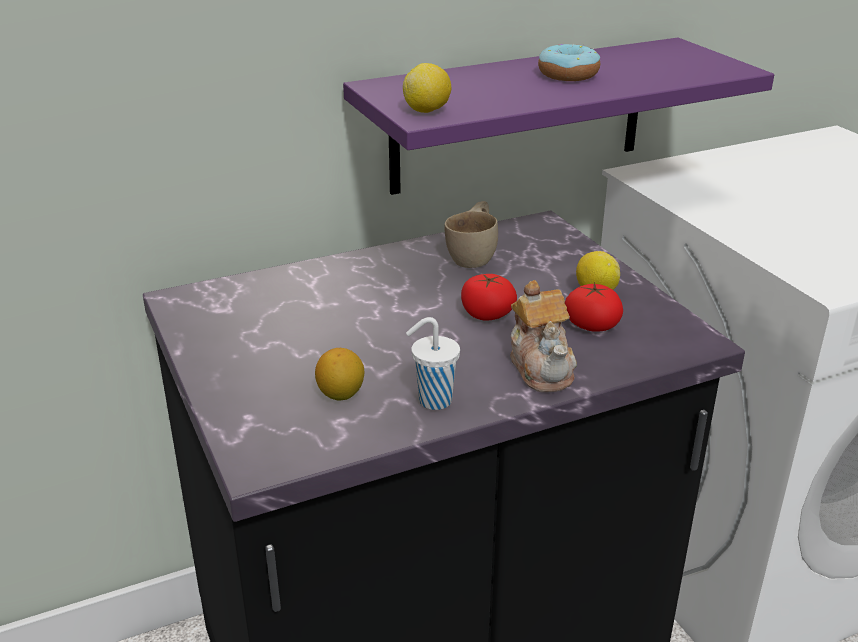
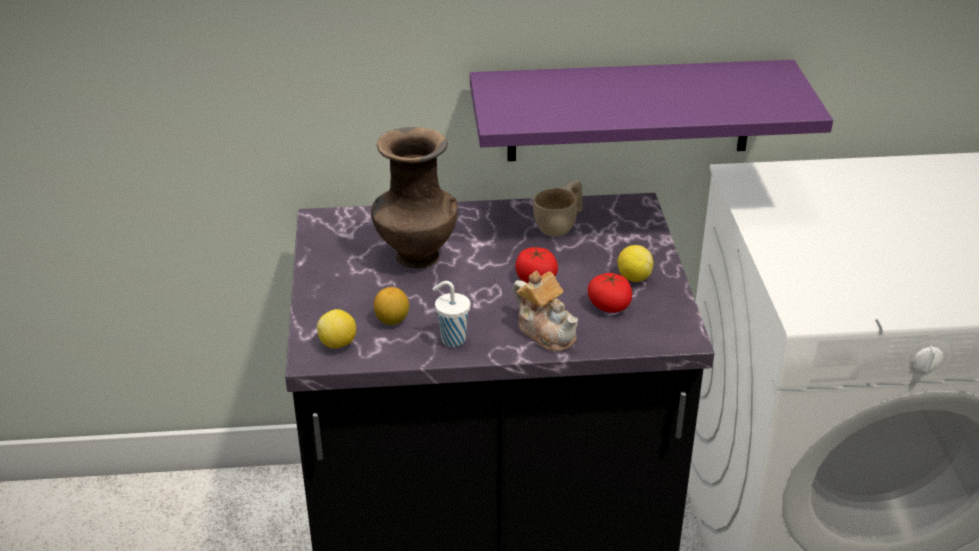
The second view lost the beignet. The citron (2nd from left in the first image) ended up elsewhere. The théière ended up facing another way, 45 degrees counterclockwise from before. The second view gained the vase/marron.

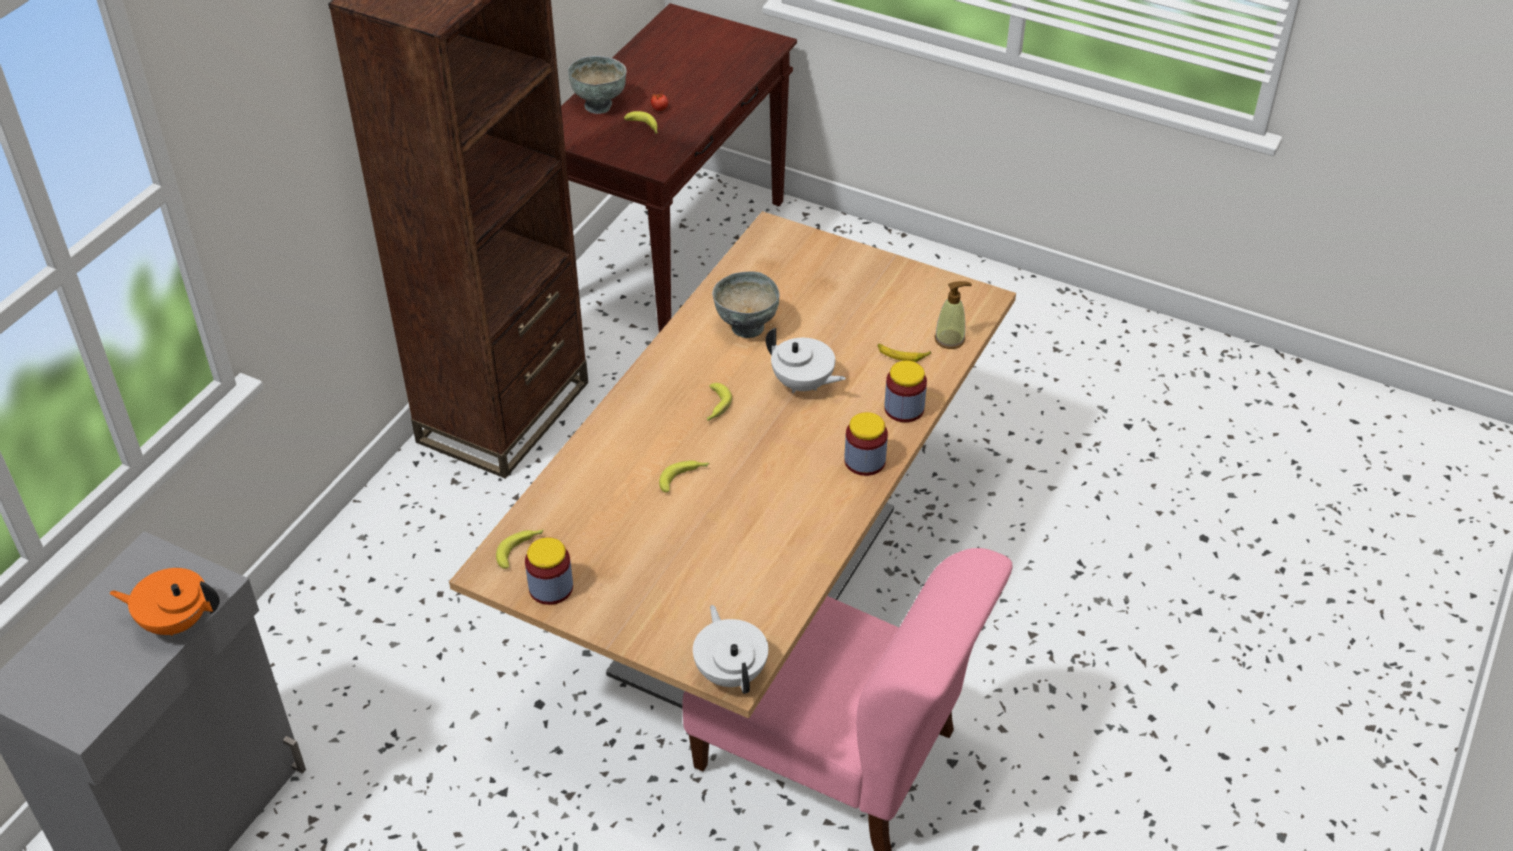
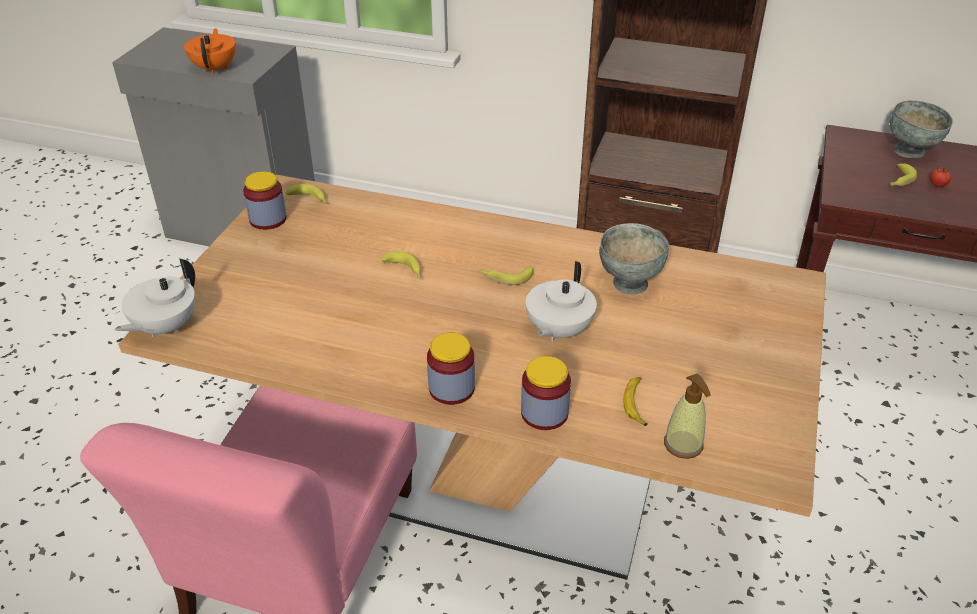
The théière/blanc (1st from left) ended up facing another way, 150 degrees clockwise from before.

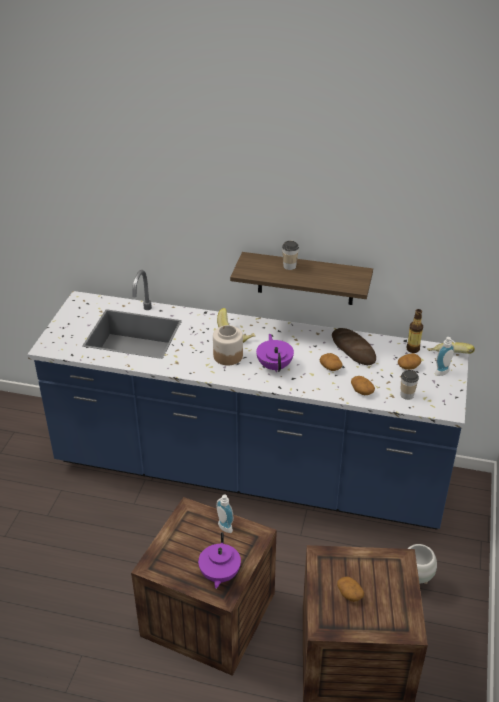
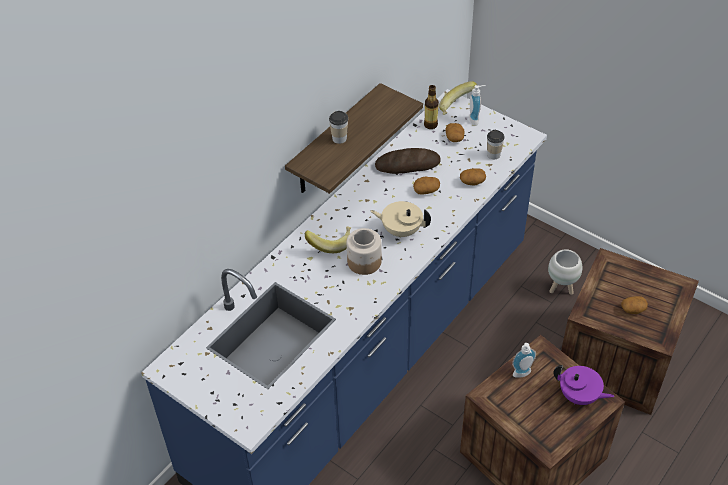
What was the théière/violet (2nd from left) turned into the théière/beige.

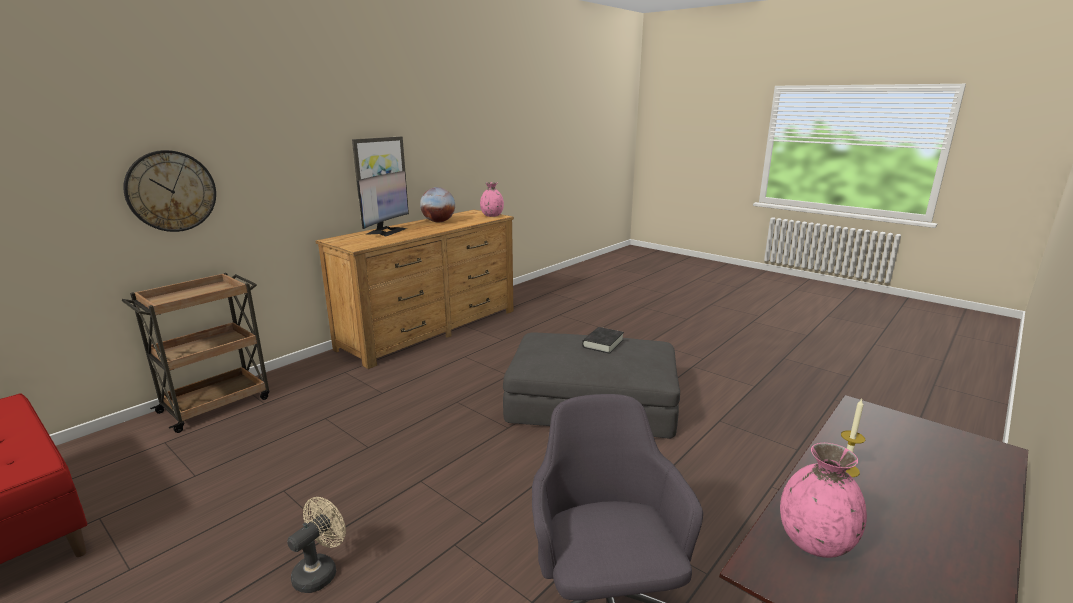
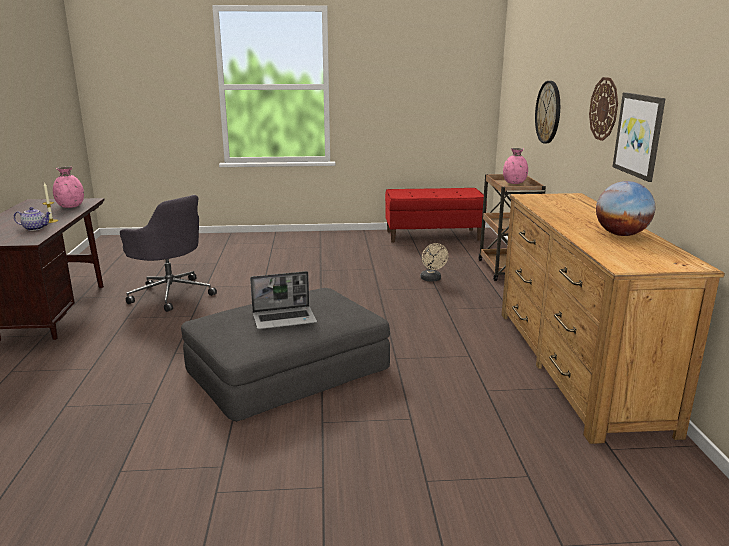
The second view lost the écran d'ordinateur. The vase/rose (1st from left in the first image) ended up elsewhere. Where the livre/noir stood, the ordinateur portable came to stand. The ventilateur/beige ended up elsewhere. The second view gained the horloge murale (2nd from left). The second view gained the théière.

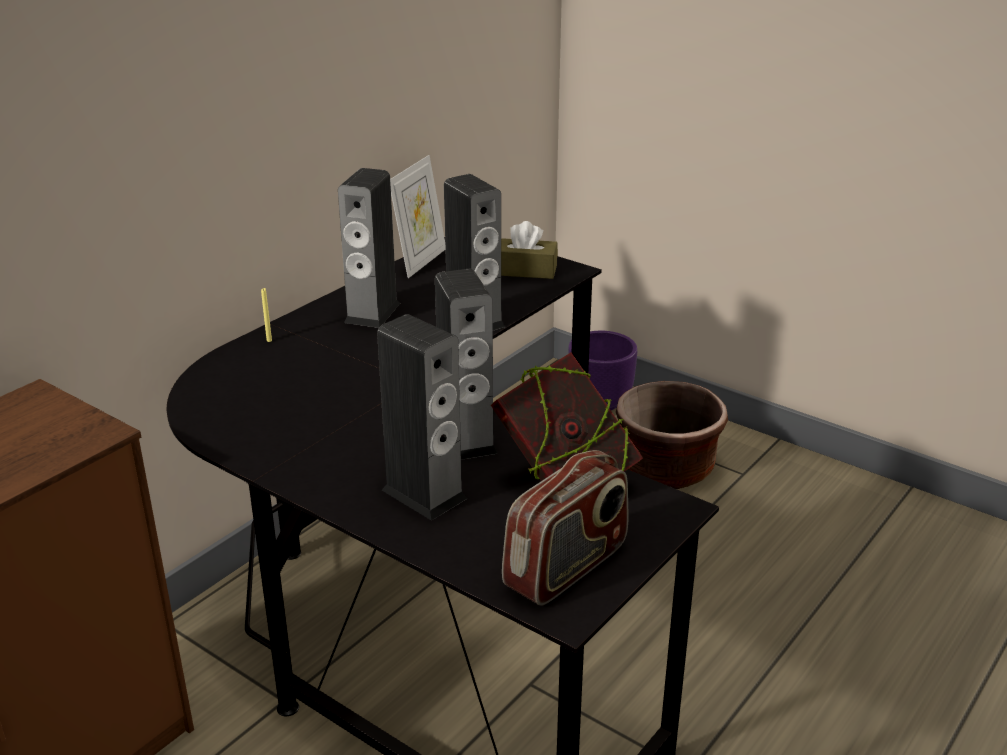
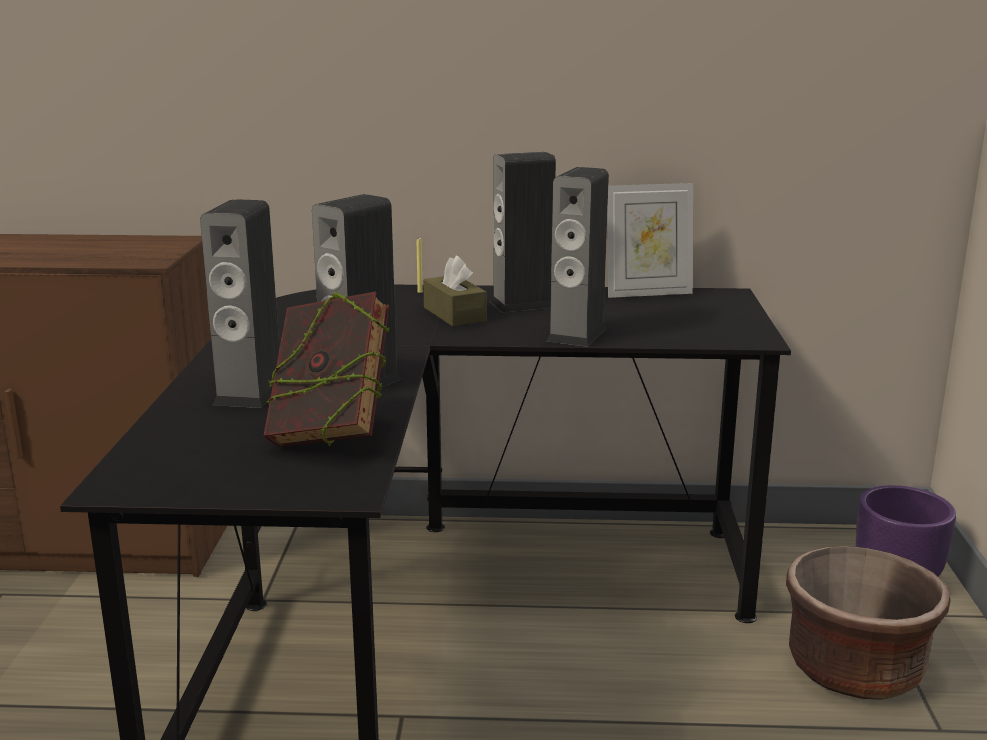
The boîte à mouchoirs/marron ended up elsewhere. The second view lost the radio.

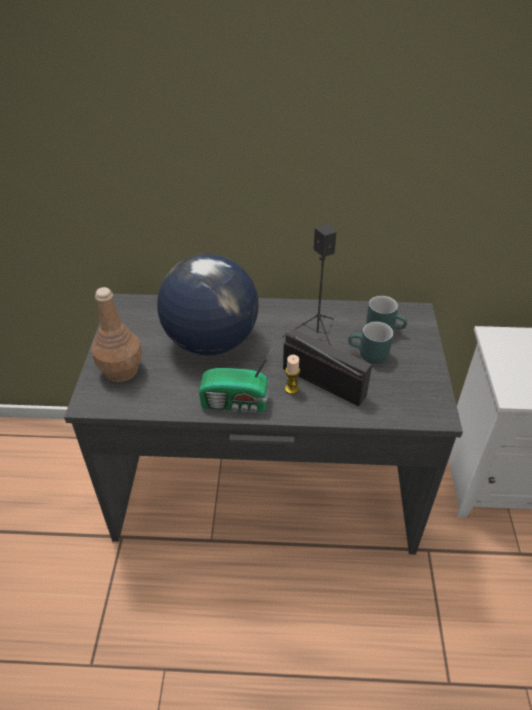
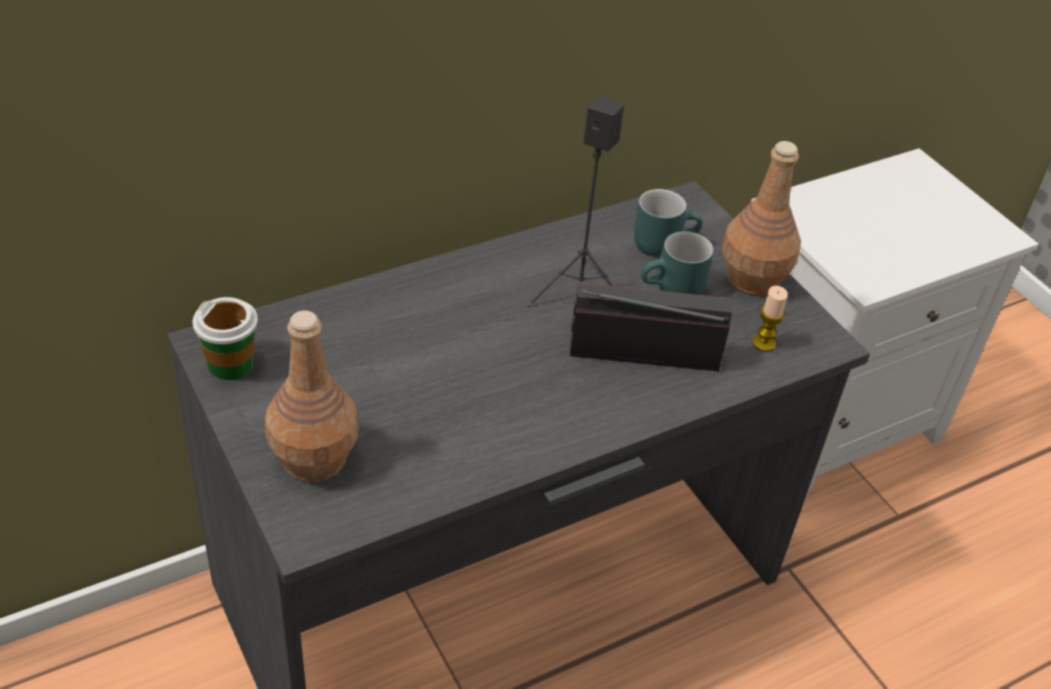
The second view lost the globe. The second view lost the radio (1st from left). The bougie ended up elsewhere. The second view gained the bouteille/marron (2nd from left). The second view gained the tasse.

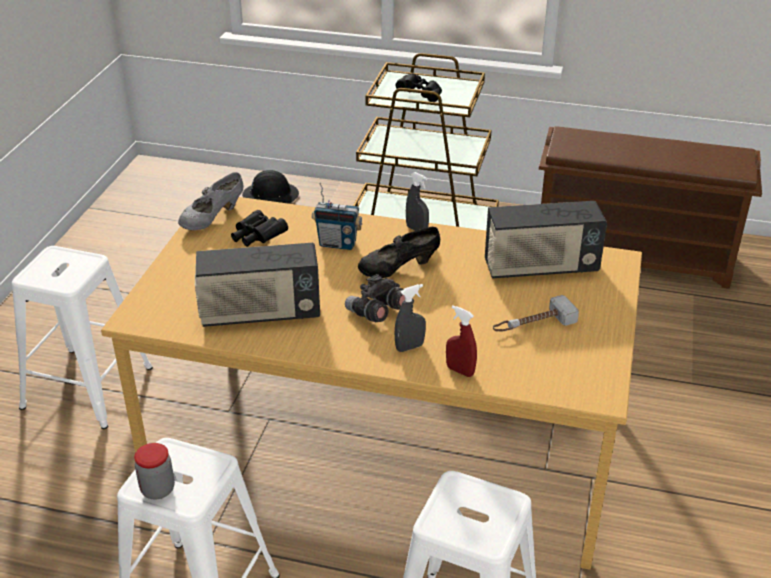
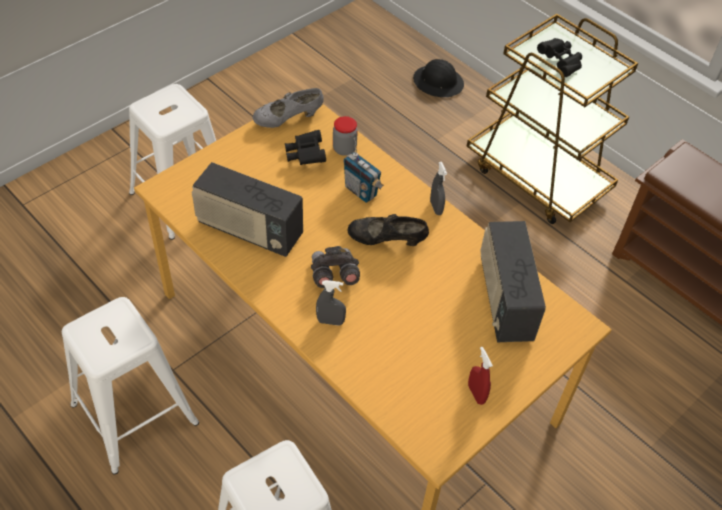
The radio (3rd from left) ended up facing another way, 60 degrees clockwise from before. The second view lost the marteau. The vaporisateur/rouge ended up elsewhere. The bocal ended up elsewhere.

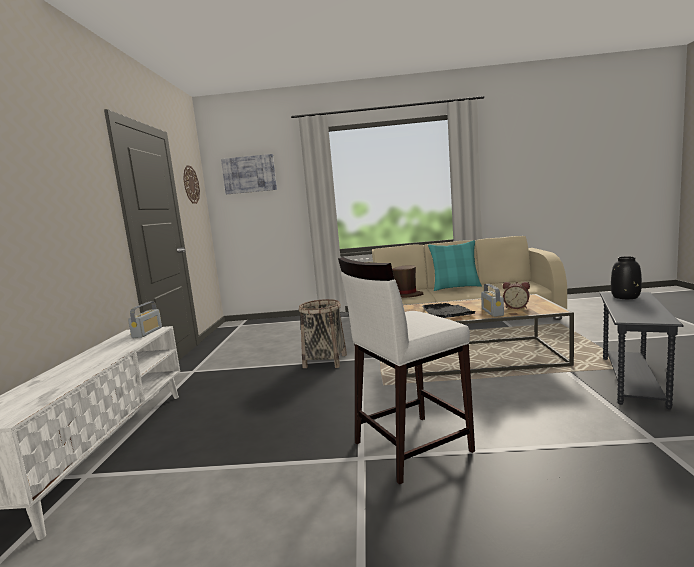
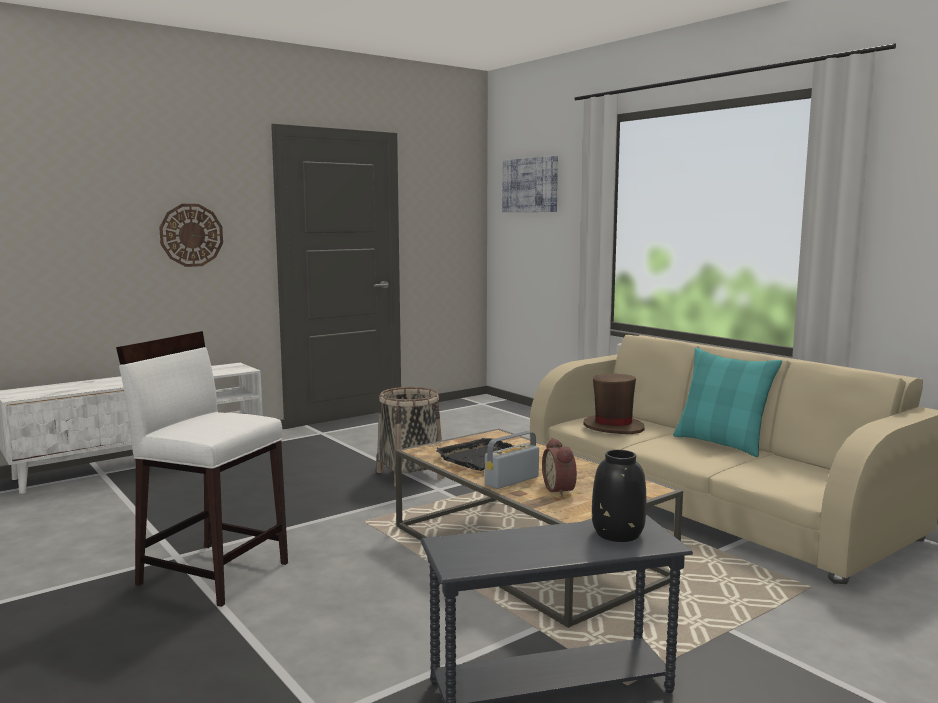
The horloge murale ended up elsewhere. The second view lost the radio (1st from left).

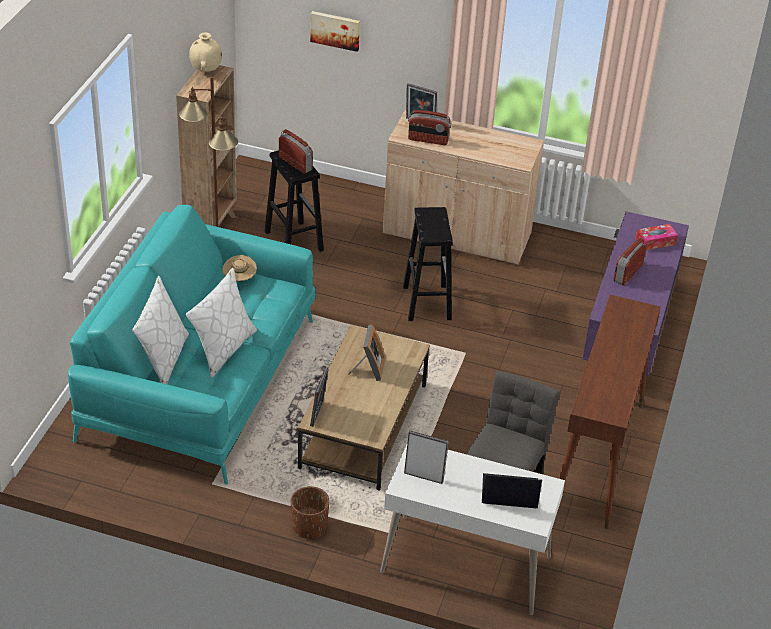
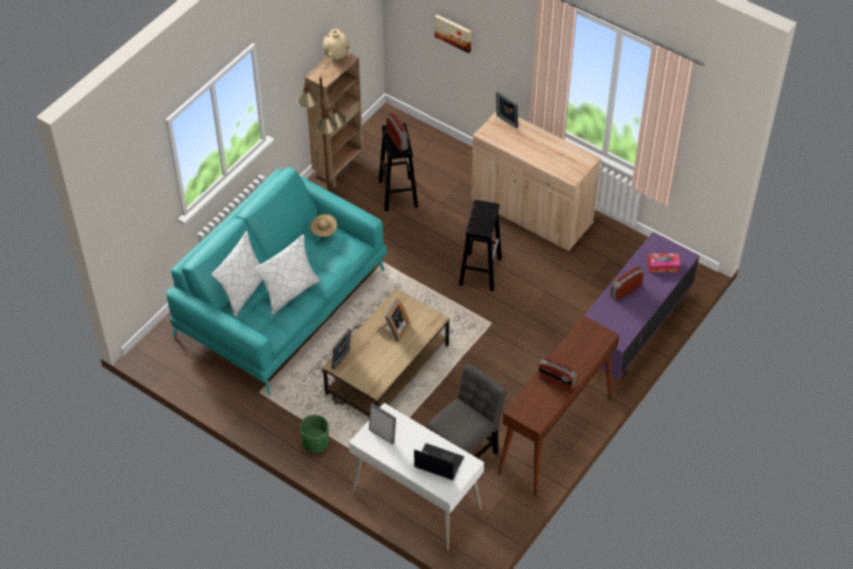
The radio (2nd from left) ended up elsewhere. What was the cache-pot/marron turned into the cache-pot/vert.

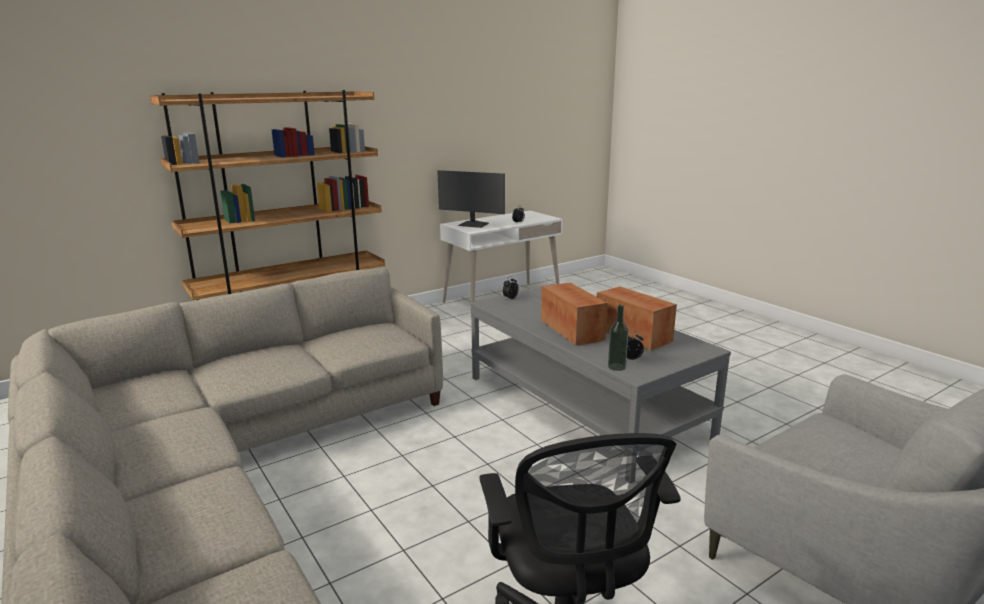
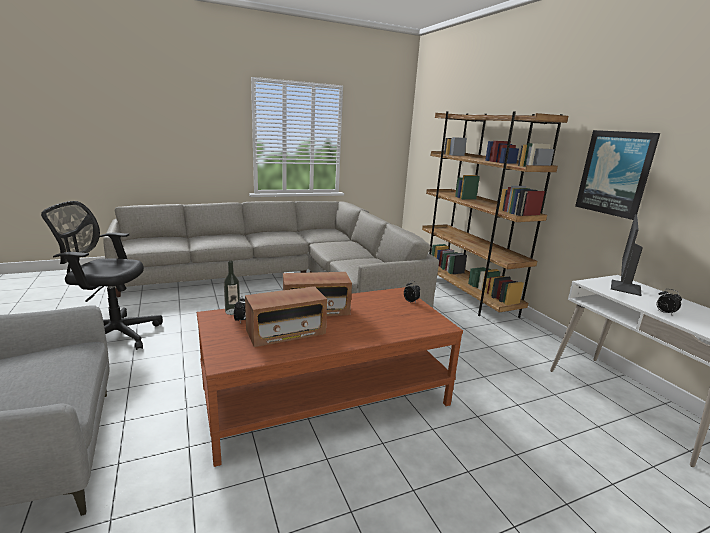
What was the table basse/gris turned into the table basse/marron. The second view gained the tableau.

